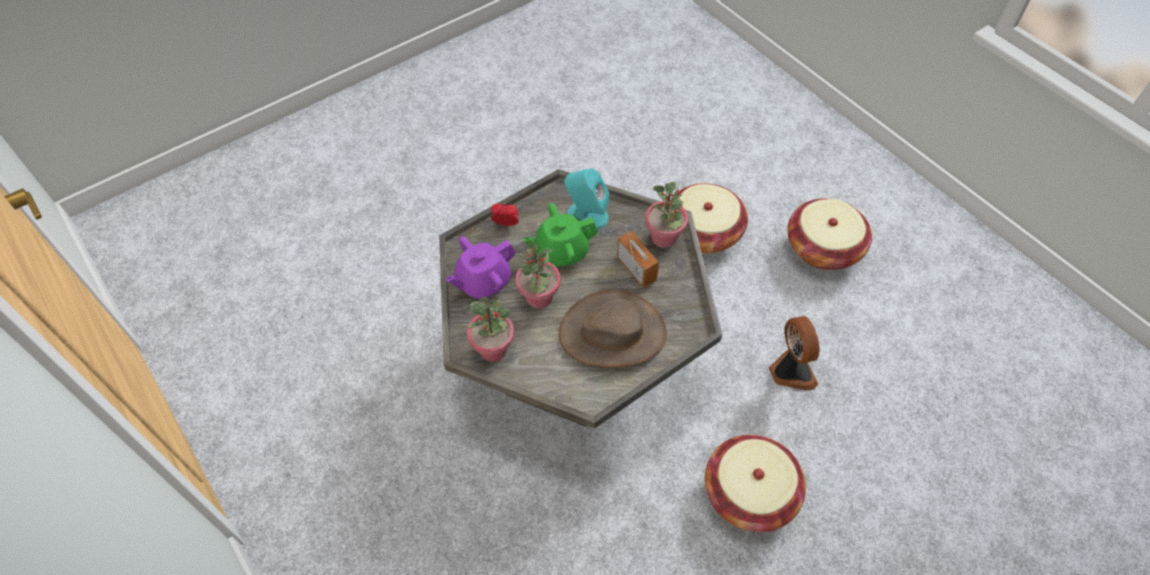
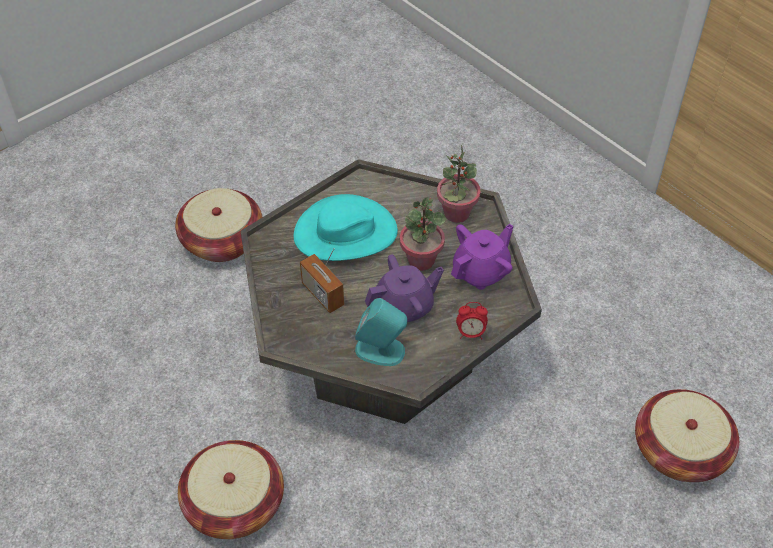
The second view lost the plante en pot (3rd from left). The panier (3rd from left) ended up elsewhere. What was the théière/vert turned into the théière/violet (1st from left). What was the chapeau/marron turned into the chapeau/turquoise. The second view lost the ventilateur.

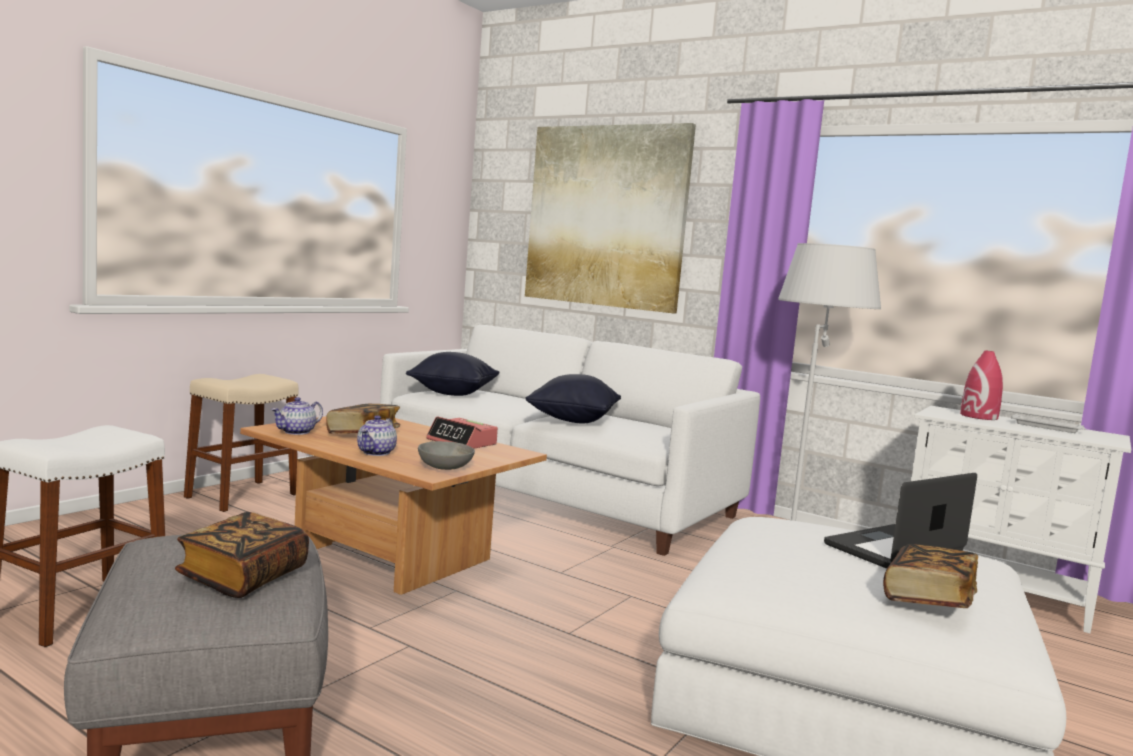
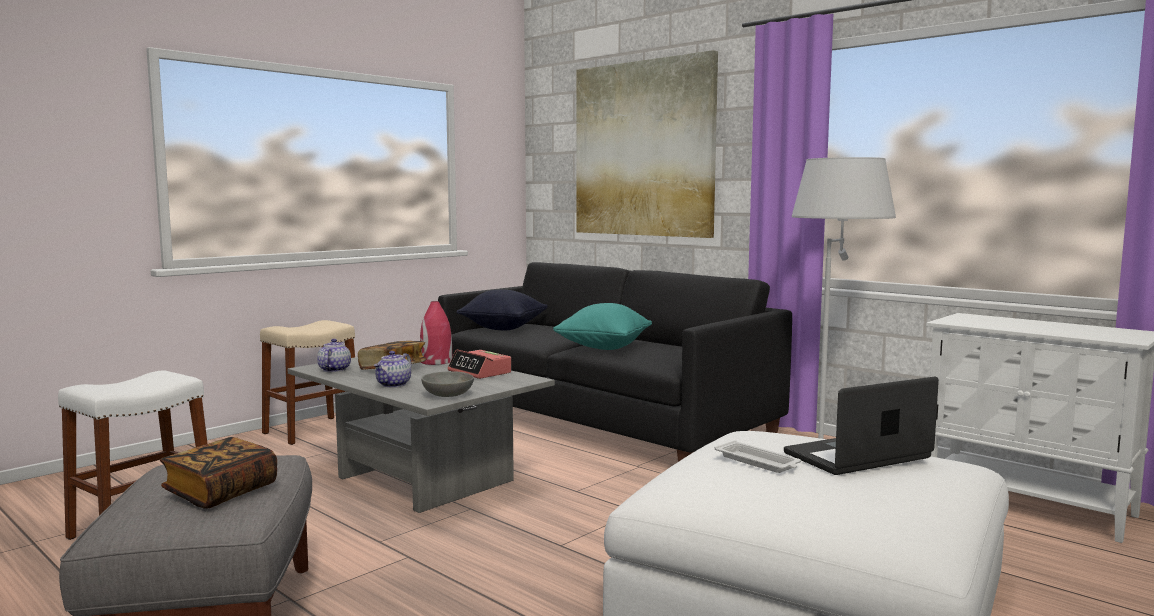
What was the canapé/blanc turned into the canapé/noir. The vase/rouge ended up elsewhere. What was the coussin/noir (2nd from left) turned into the coussin/turquoise. The théière (1st from left) ended up facing another way, 135 degrees clockwise from before. The plateau/blanc ended up elsewhere. What was the table basse/marron turned into the table basse/gris. The second view lost the livre (3rd from left).

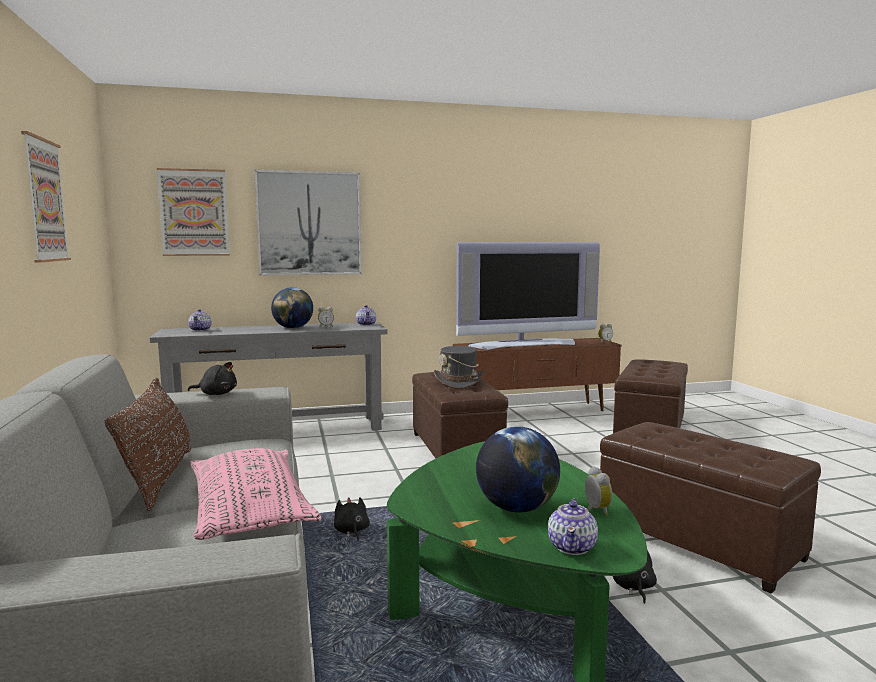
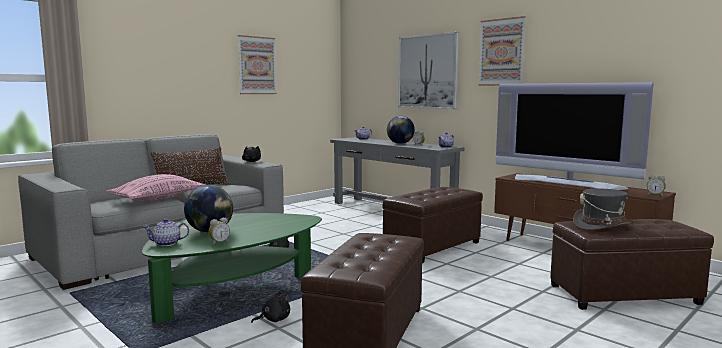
The tableau (2nd from left in the first image) ended up elsewhere. The chapeau/gris ended up elsewhere.

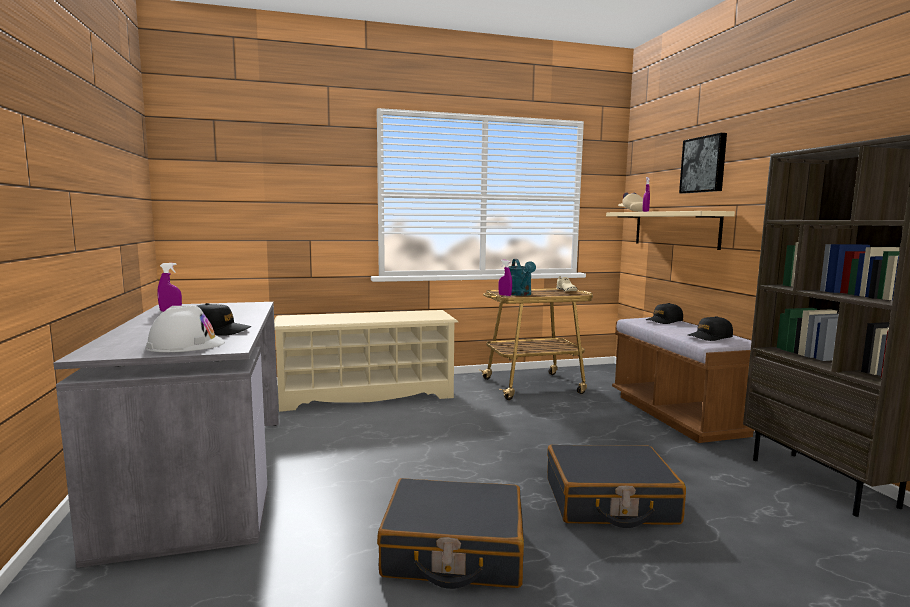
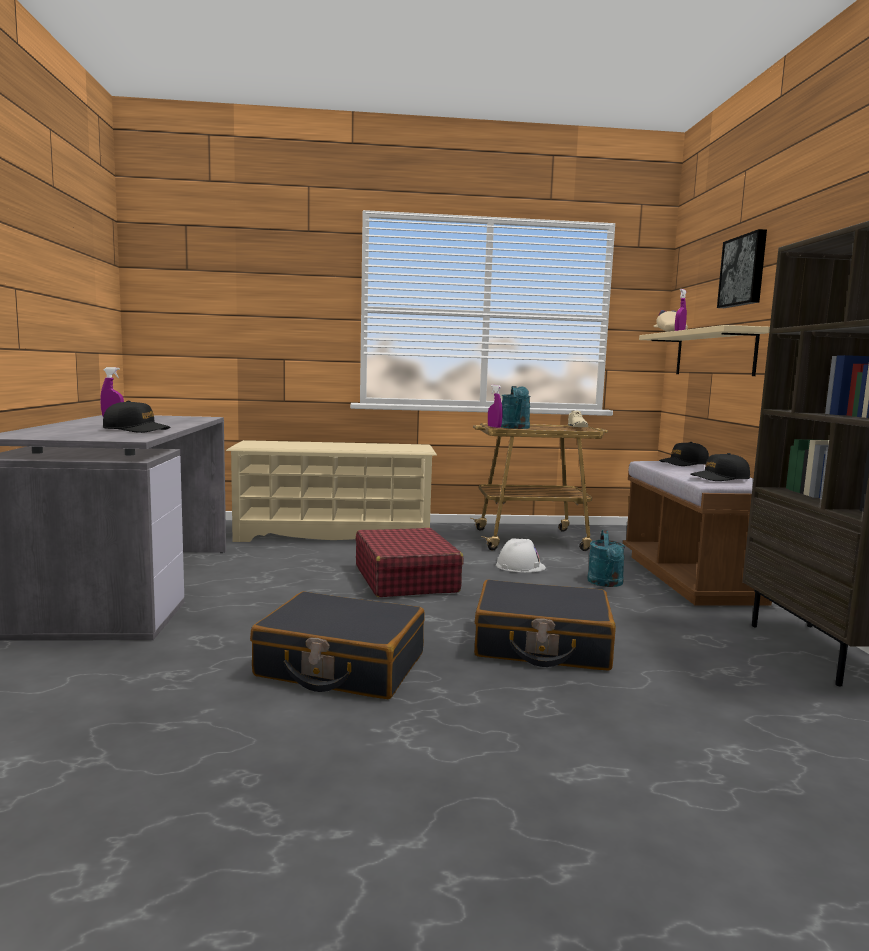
The casque de chantier/blanc ended up elsewhere. The second view gained the valise/rouge. The second view gained the arrosoir/turquoise (2nd from left).

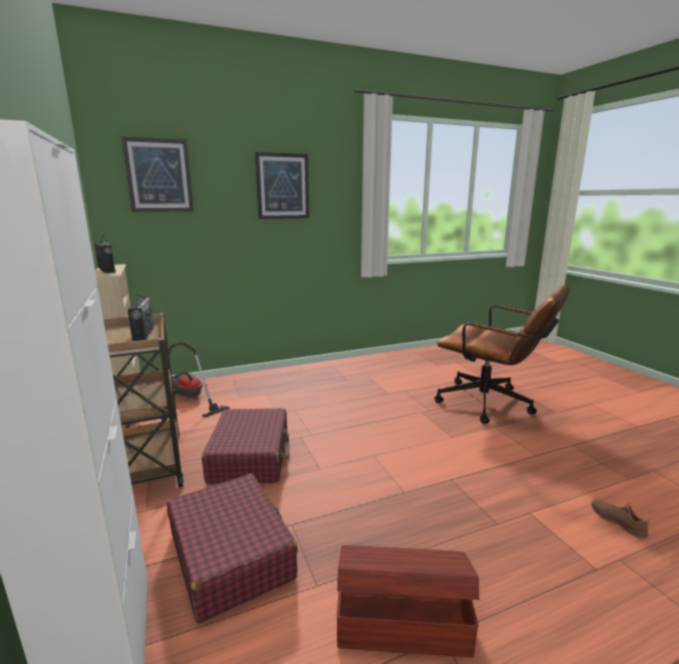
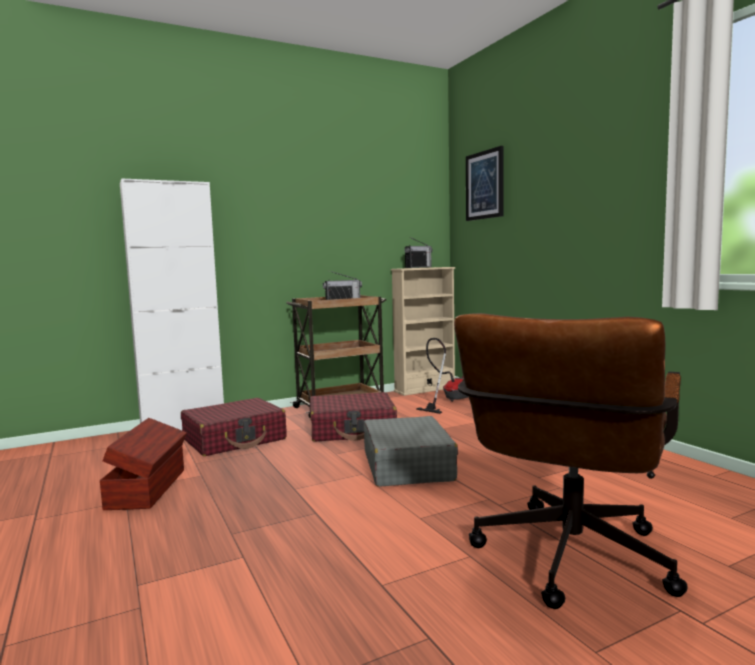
The second view lost the tableau (2nd from left). The second view lost the chaussure/marron. The second view gained the valise/gris.

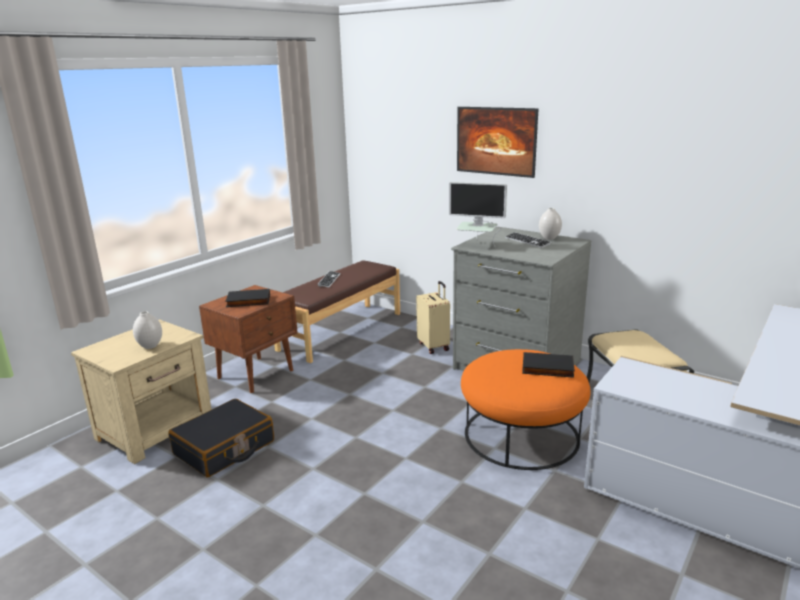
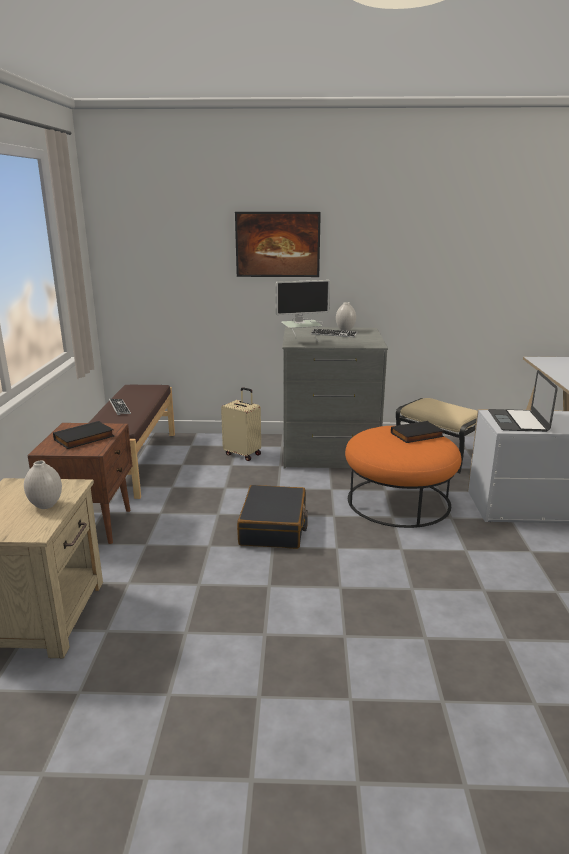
The valise/noir ended up elsewhere. The second view gained the ordinateur portable.

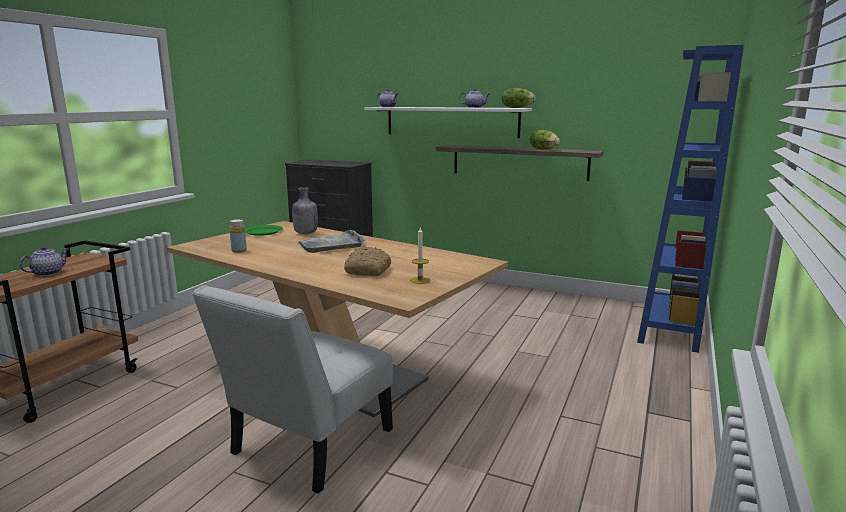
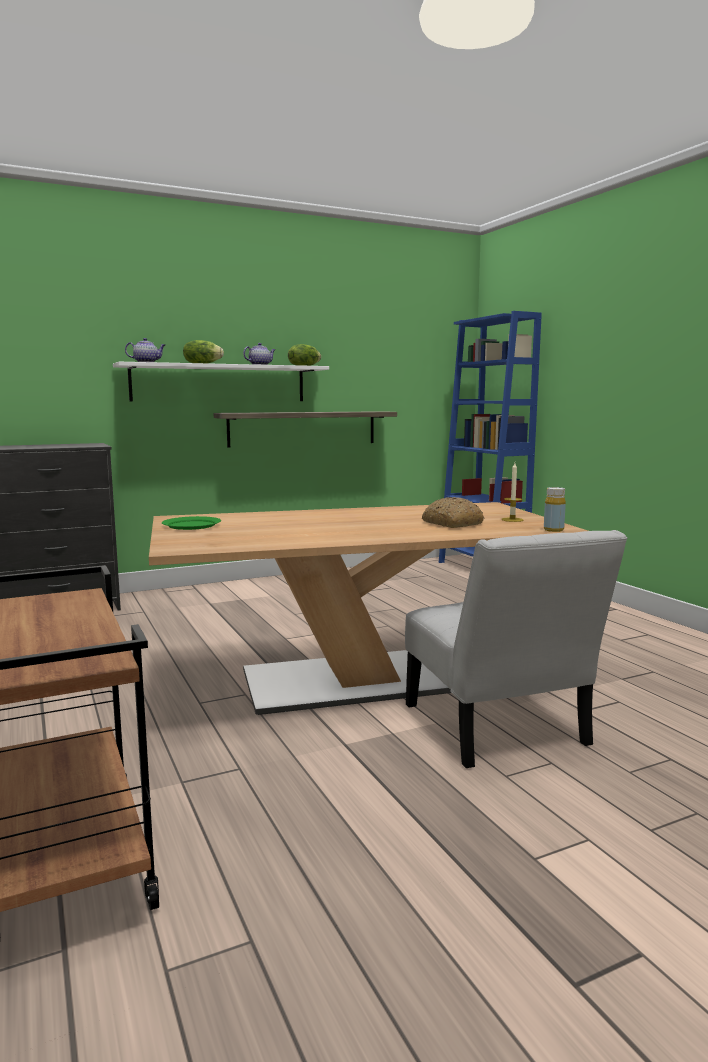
The laitue (2nd from left in the first image) ended up elsewhere. The second view lost the bouteille/gris. The bouteille/jaune ended up elsewhere. The second view lost the plateau/gris. The second view lost the théière (1st from left).

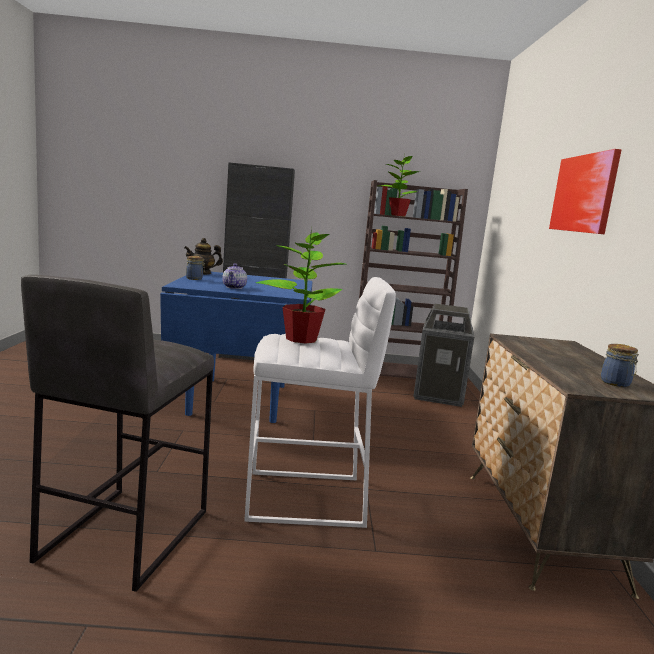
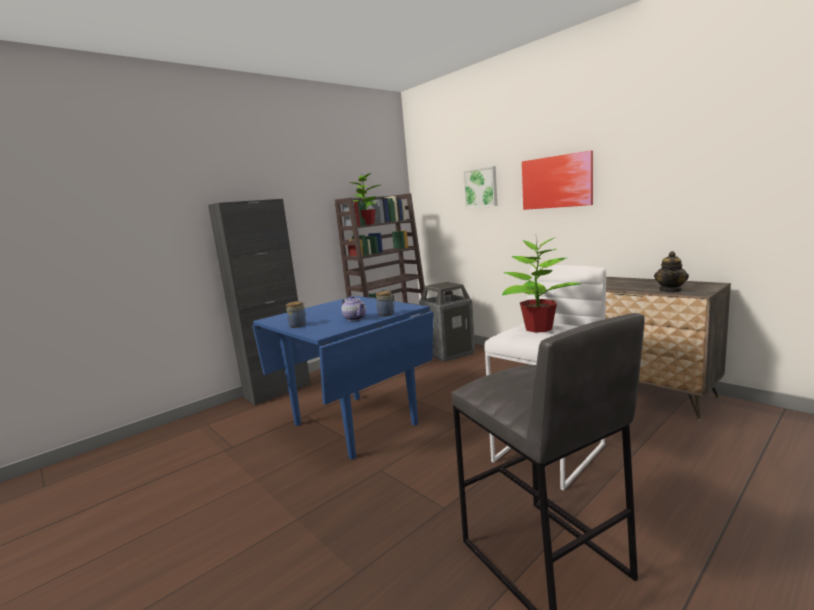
The théière (1st from left in the first image) ended up elsewhere. The bocal (2nd from left) ended up elsewhere. The second view gained the tableau (1st from left).

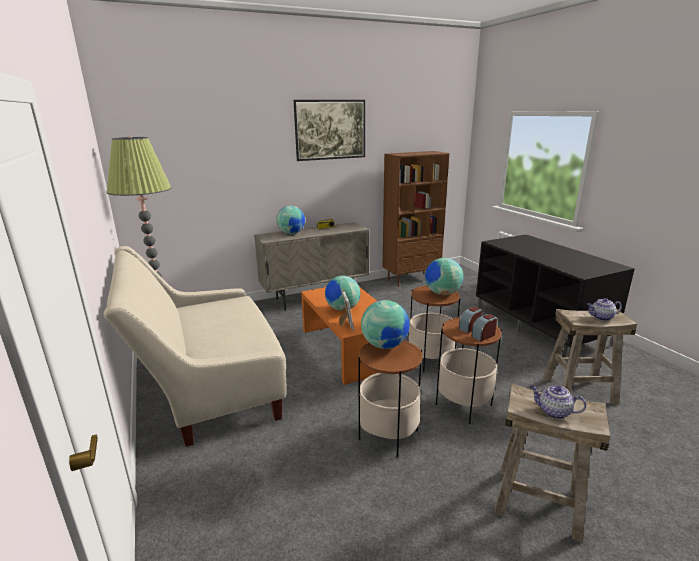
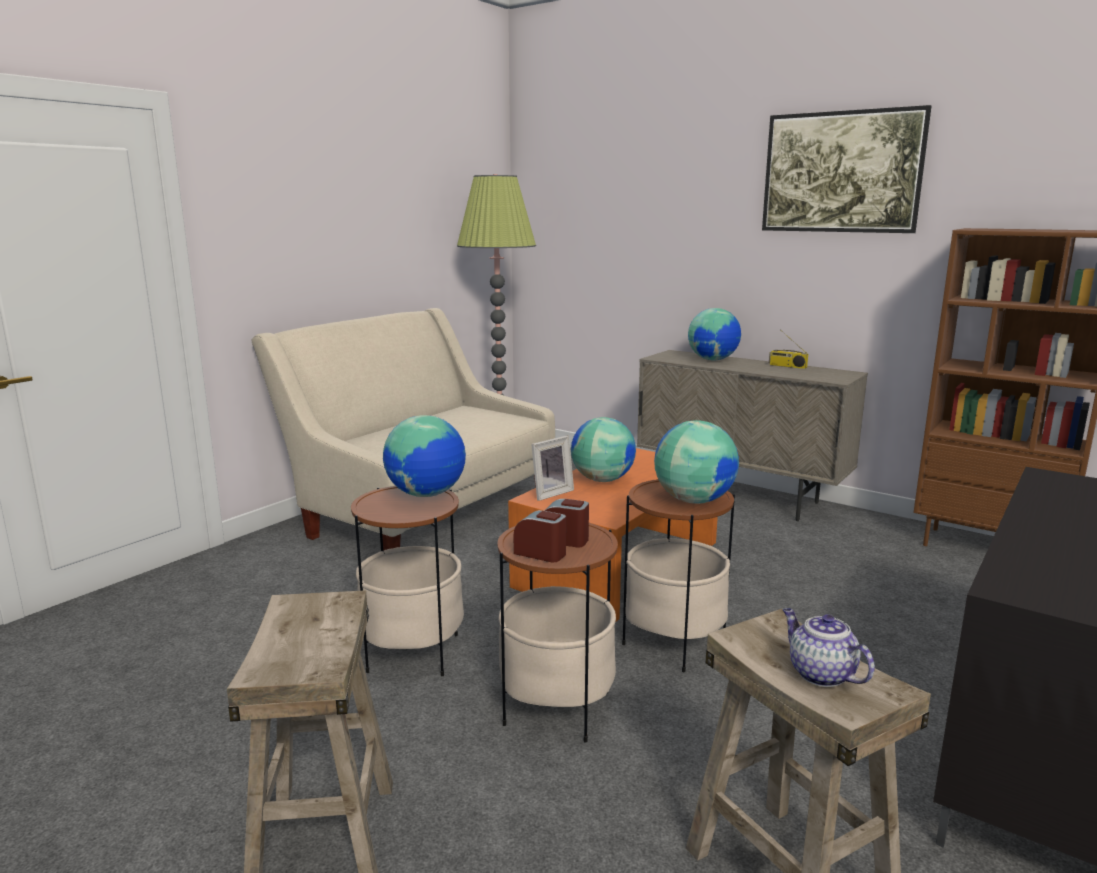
The second view lost the théière (1st from left).

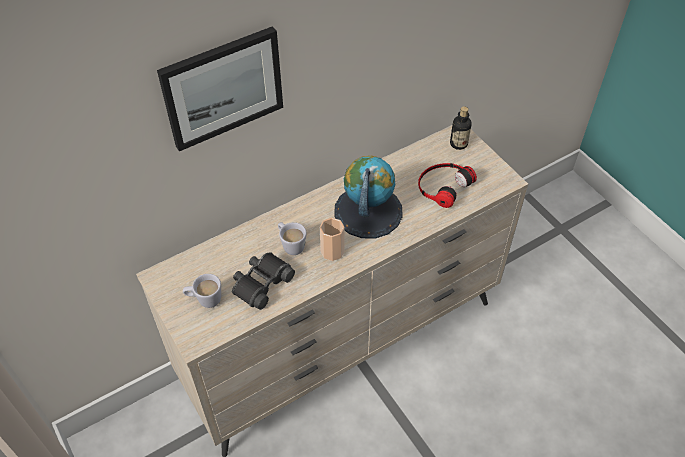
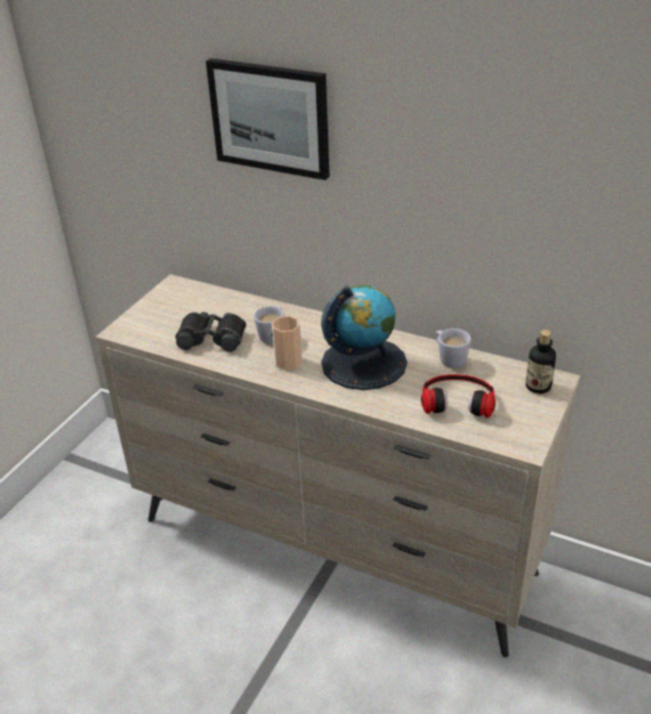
The mug/blanc (1st from left in the first image) ended up elsewhere.

